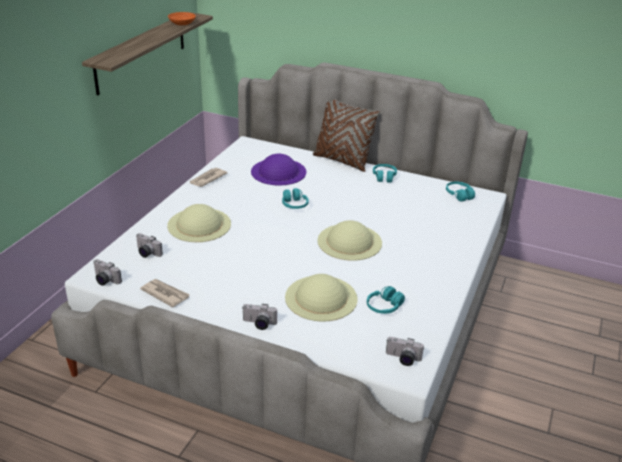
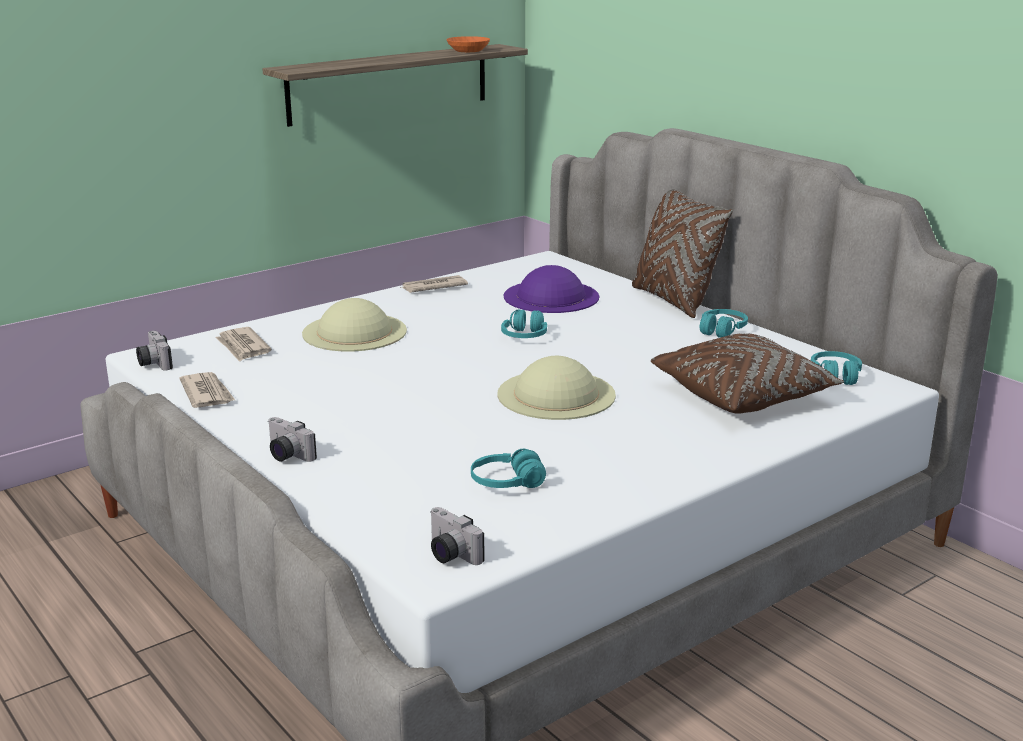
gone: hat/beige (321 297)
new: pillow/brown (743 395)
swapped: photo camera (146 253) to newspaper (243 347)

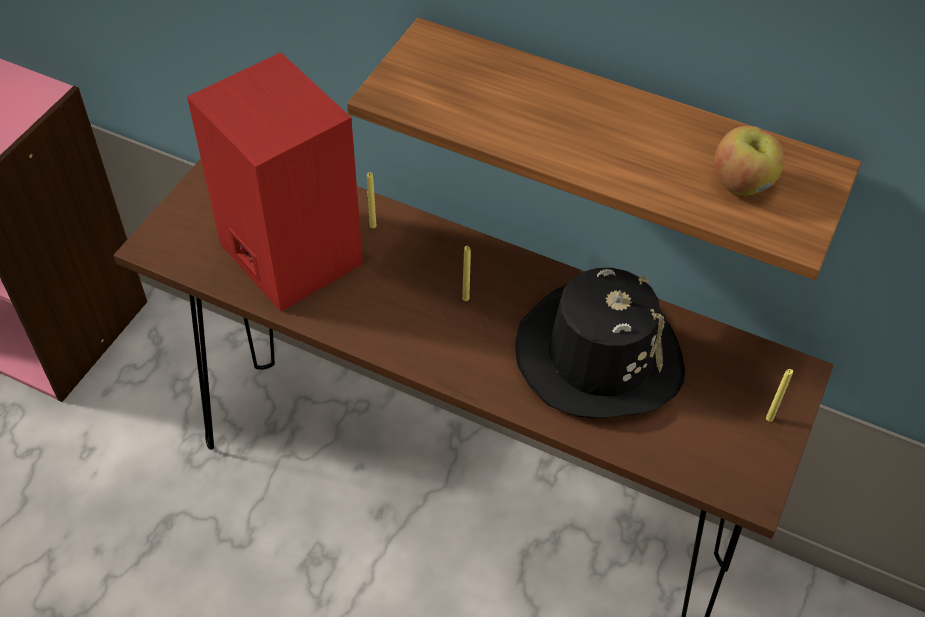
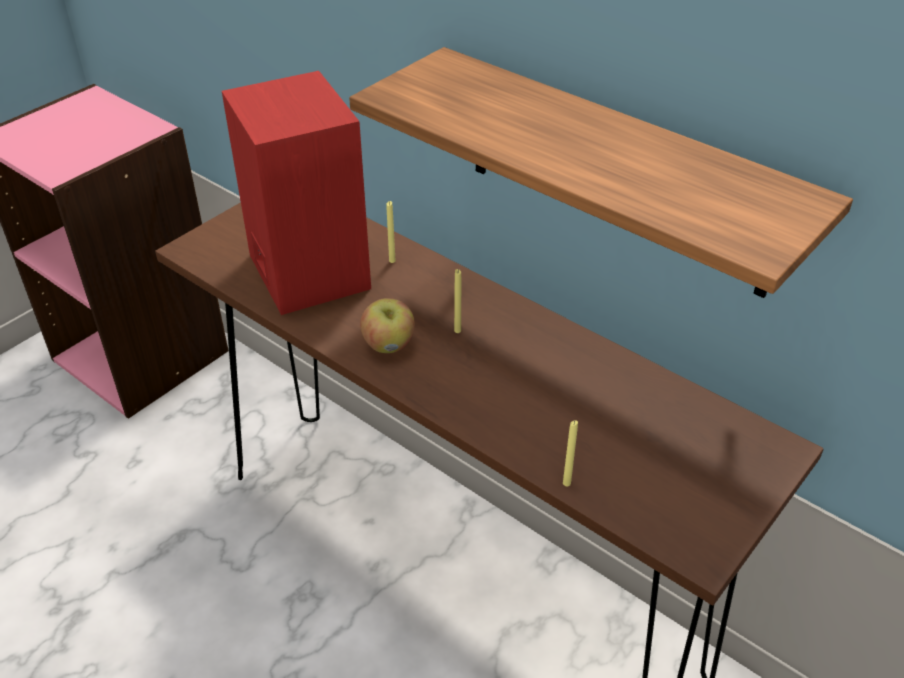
gone: hat/black (598 355)
shifted: apple (741 184) to (389 345); candle/yellow (769 418) to (566 483)

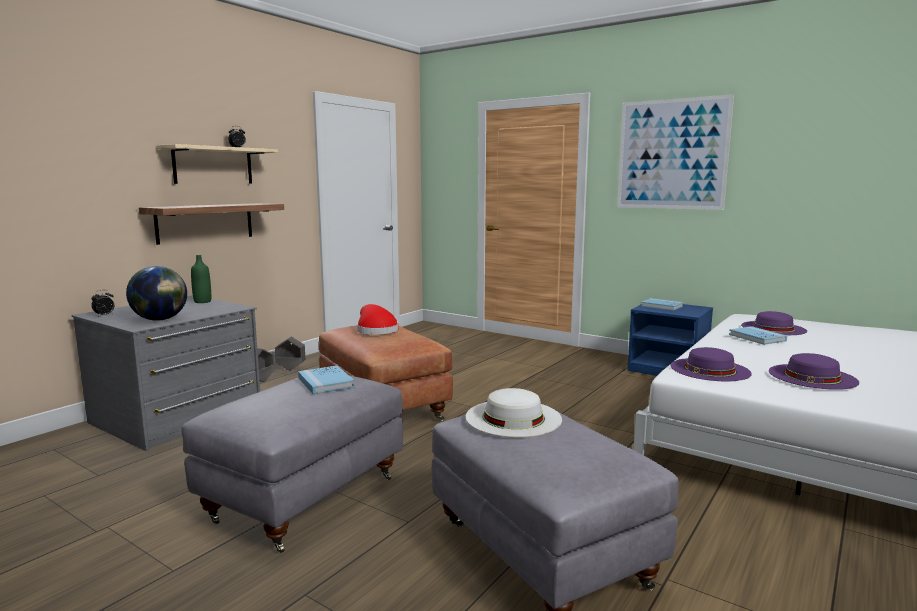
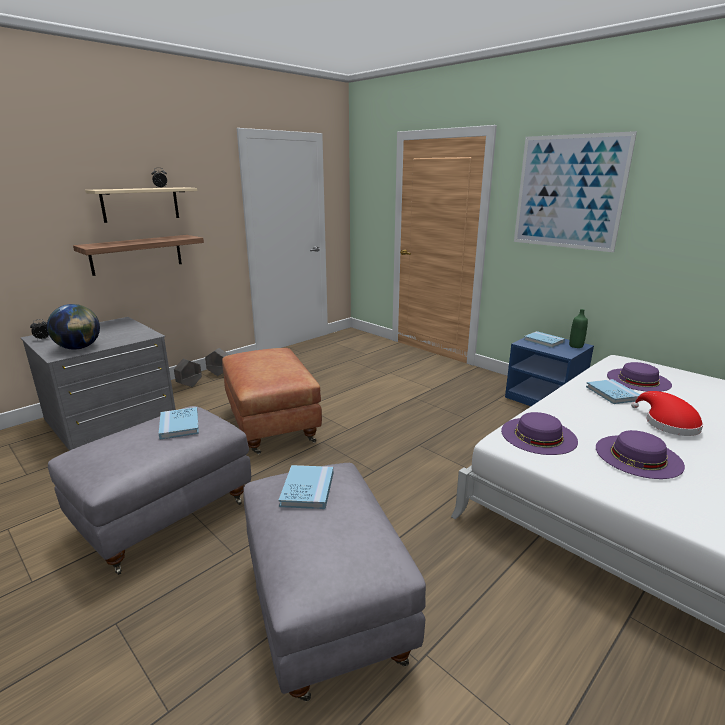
shifted: bottle/green (202 301) to (576 346); hat/red (375 330) to (667 423)
swapped: hat/white (513 417) to book/blue (307 489)

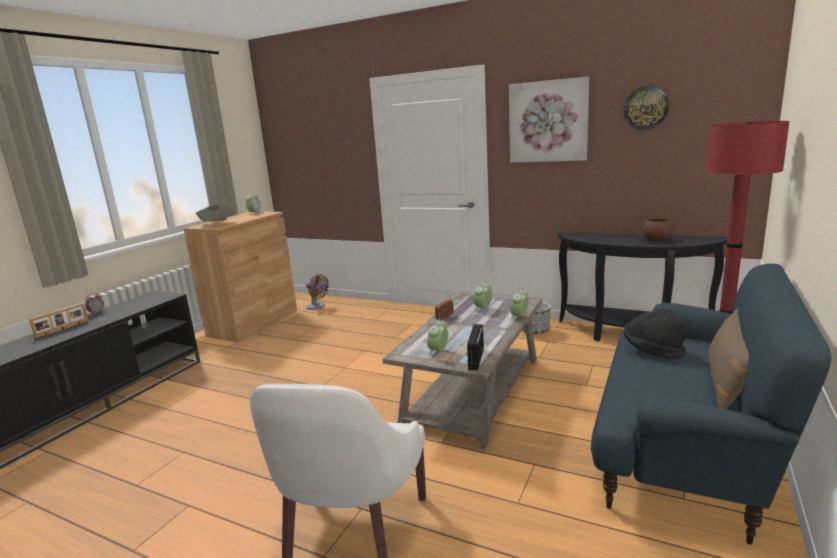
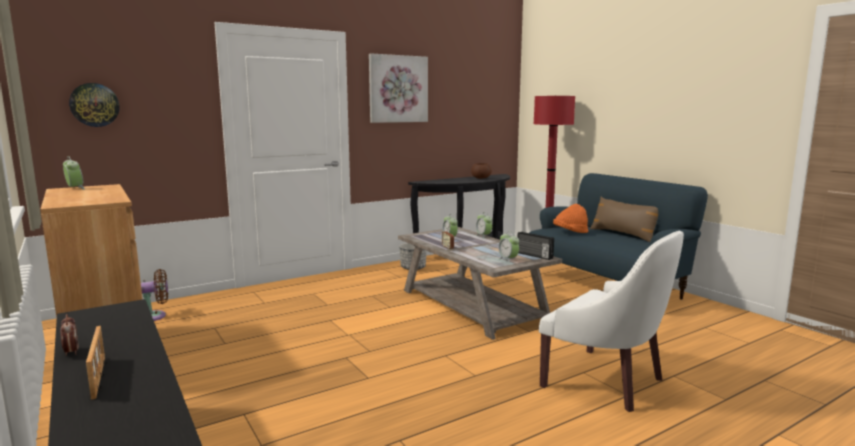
gone: newspaper (217 224)
shifted: wall clock (646 108) to (94 105)
repainted: hat/black (652 350) to hat/orange (570 232)

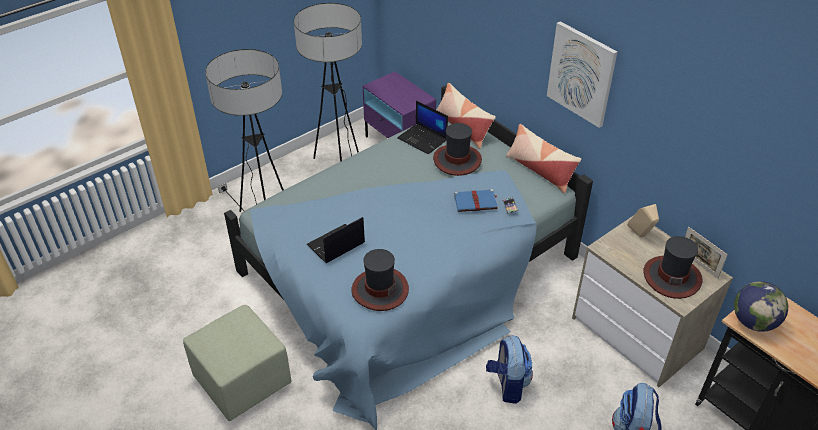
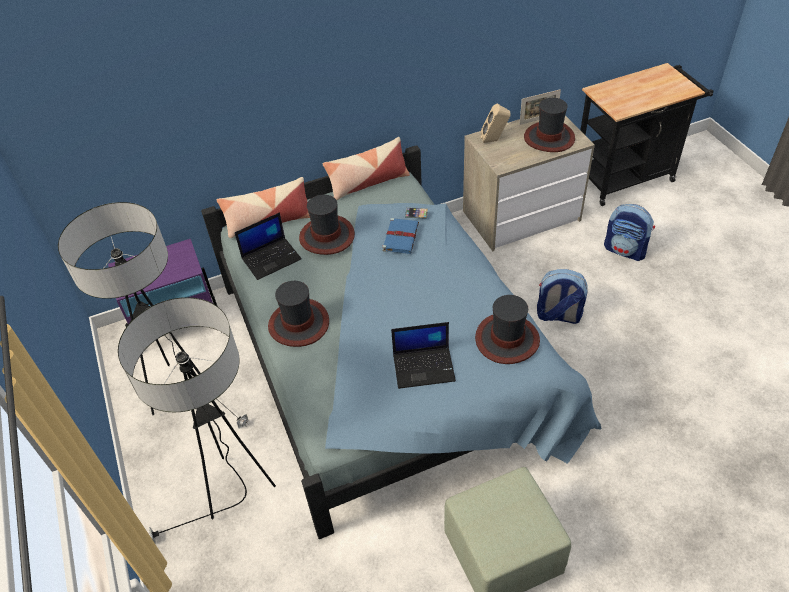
gone: picture (581 74); globe (753 322)
new: hat (299 324)
rotated: laptop (335 245) = (424 367) 75 degrees counterclockwise

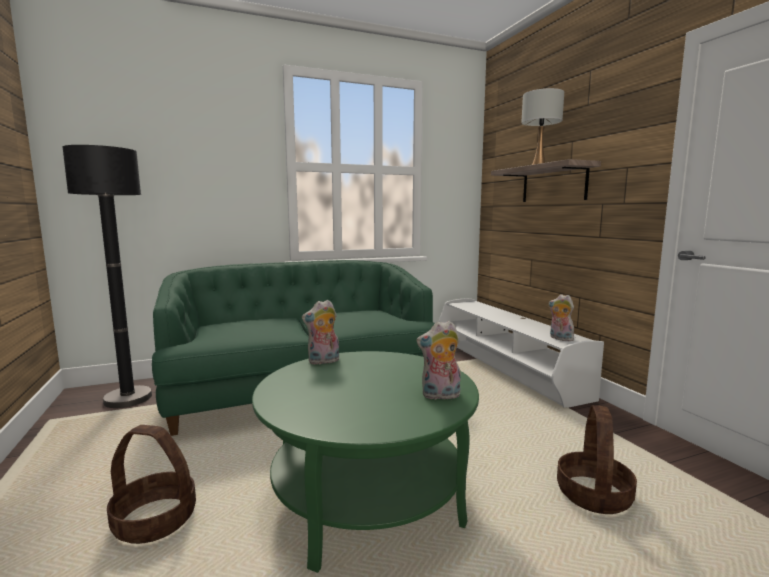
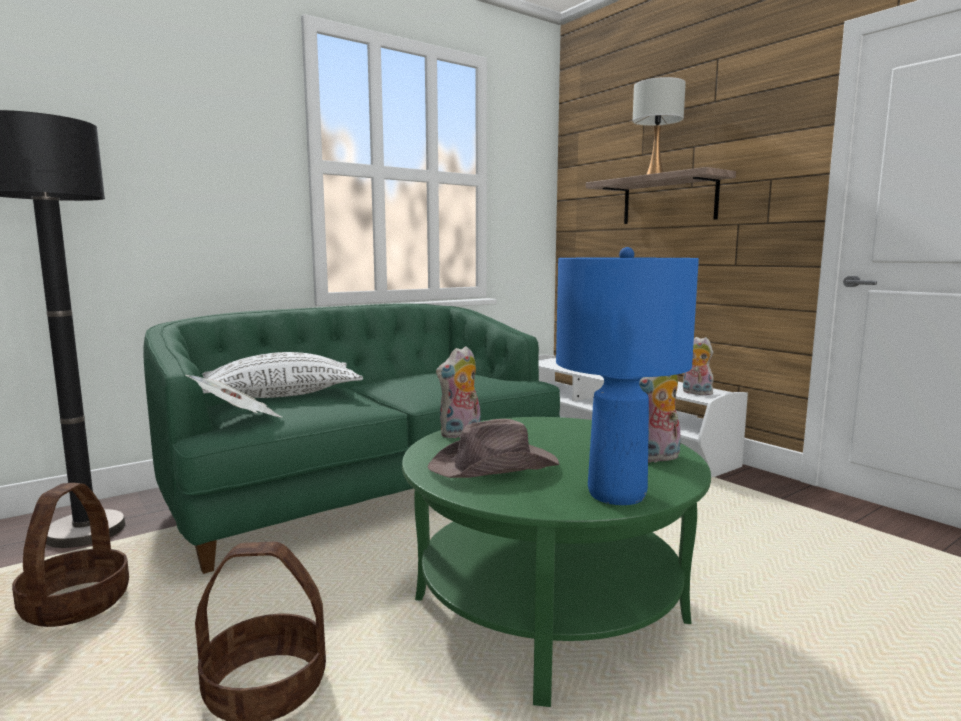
new: newspaper (238 419); pillow/white (282 395); hat/brown (495 466); table lamp/blue (615 494)
shifted: basket (593 495) to (76 604)

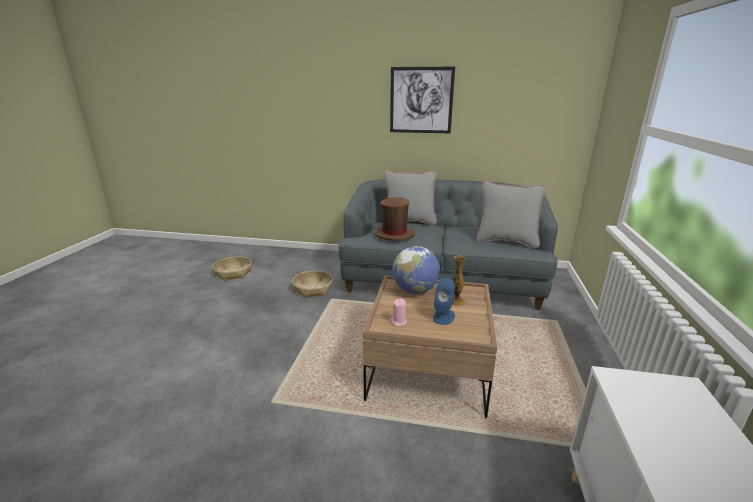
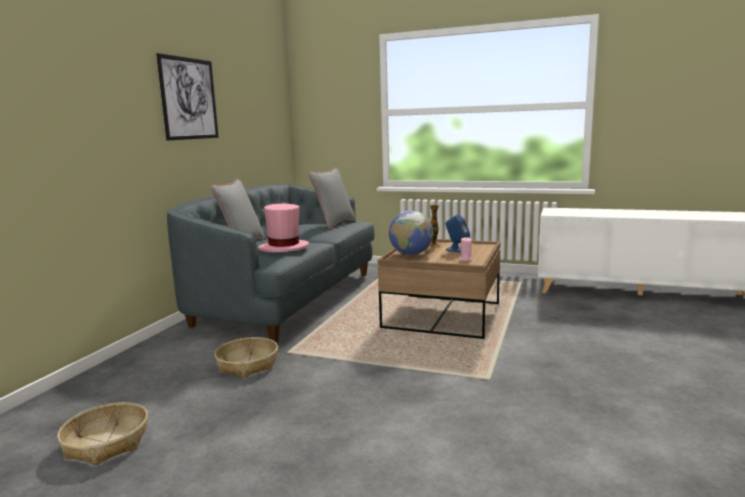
repainted: hat/brown (394 234) to hat/pink (284 248)

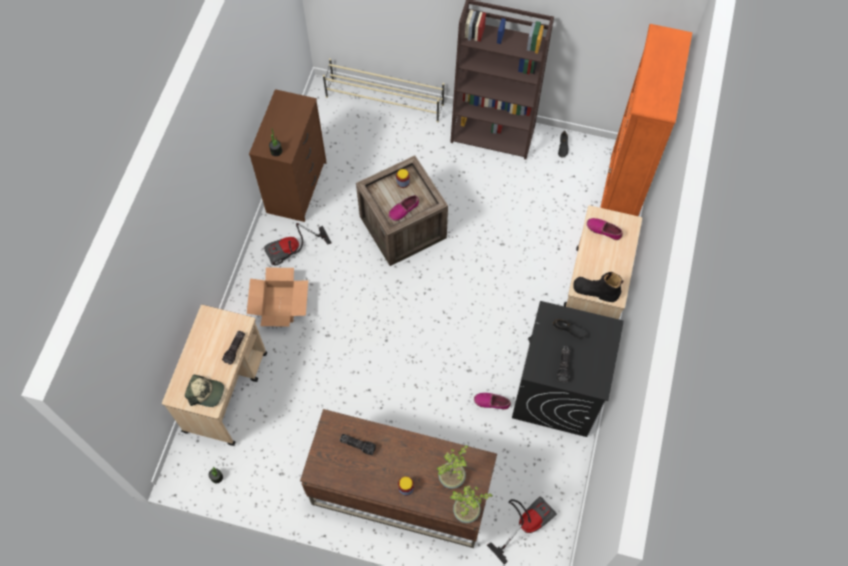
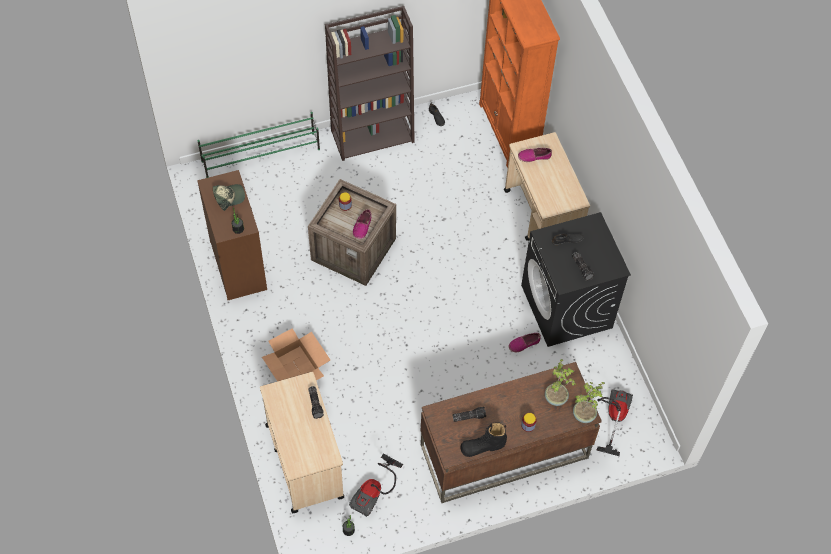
shifted: cap (206 393) to (229 197); vacuum cleaner (293 251) to (374 492); boot/black (595 291) to (483 446)
repainted: shoe rack/beige (385 101) to shoe rack/green (261 155)

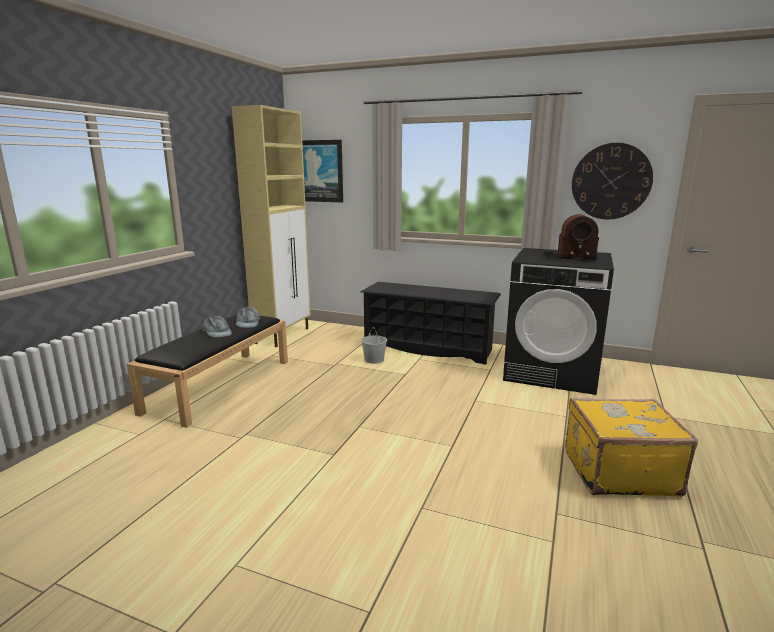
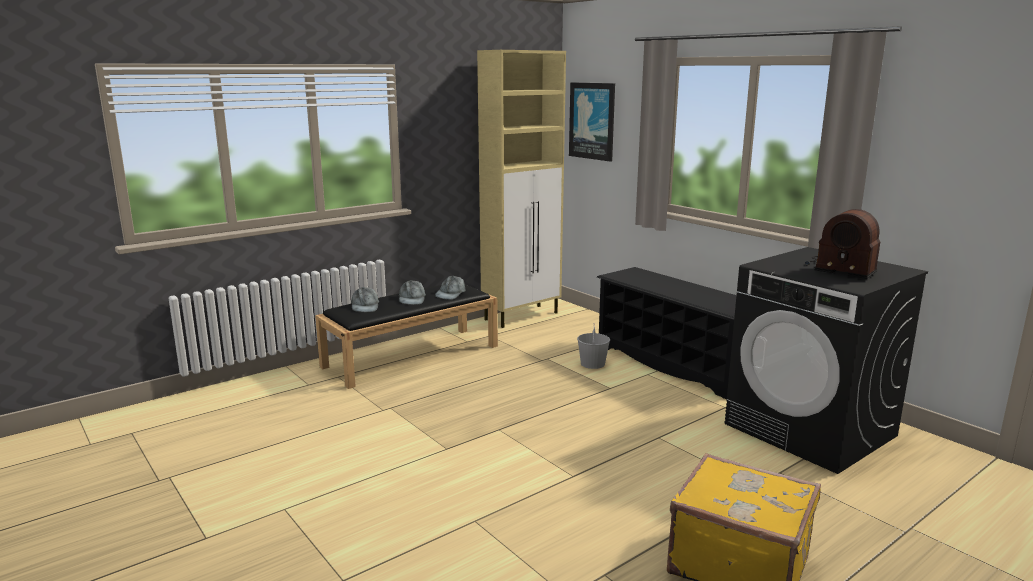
gone: wall clock (611 181)
new: cap/grey (365 306)

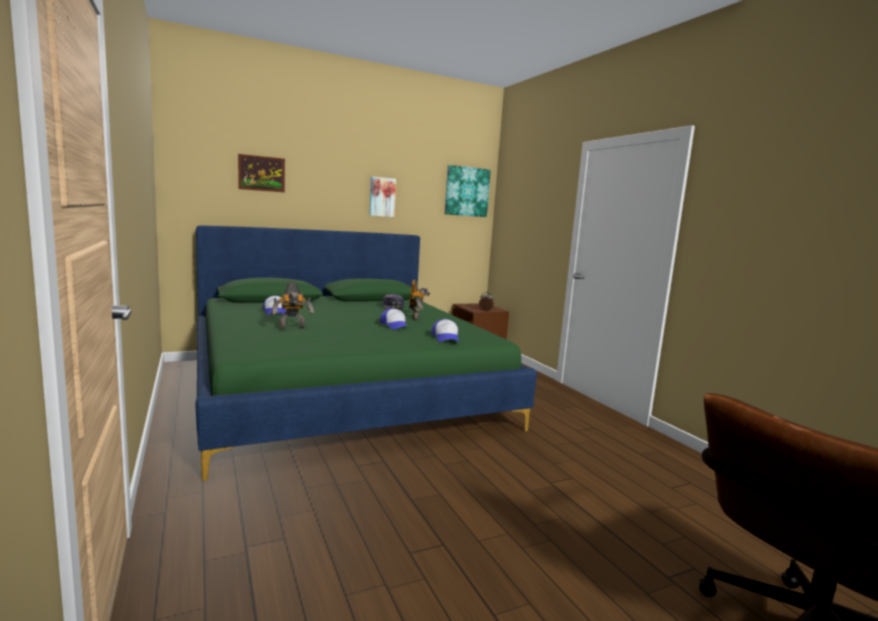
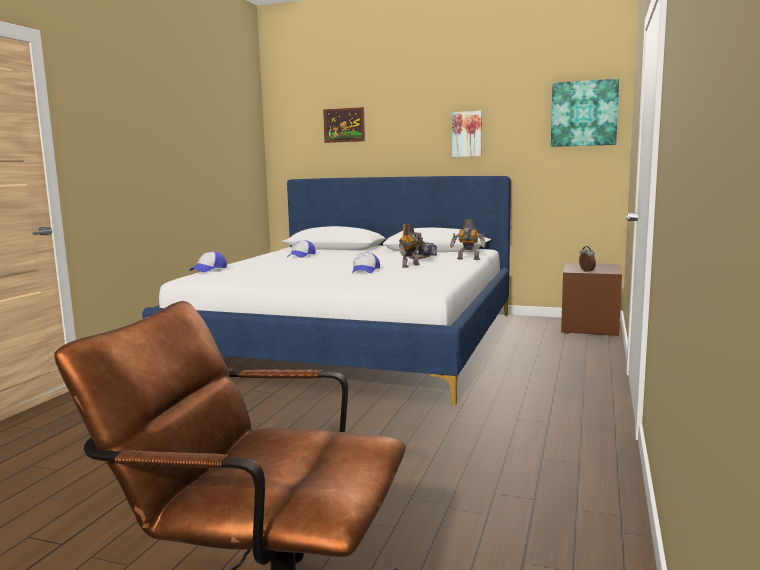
shifted: cap (446 338) to (209 269); toy robot (292 327) to (468 259)
repainted: bed/green (342 391) to bed/white (355 340)

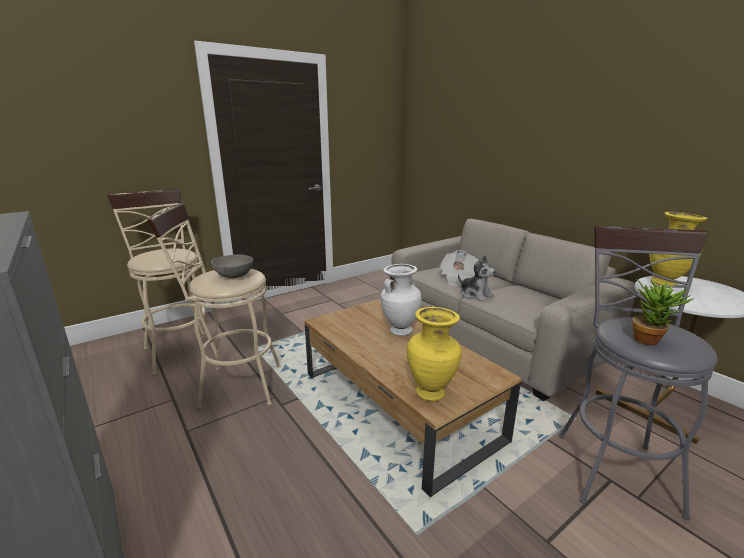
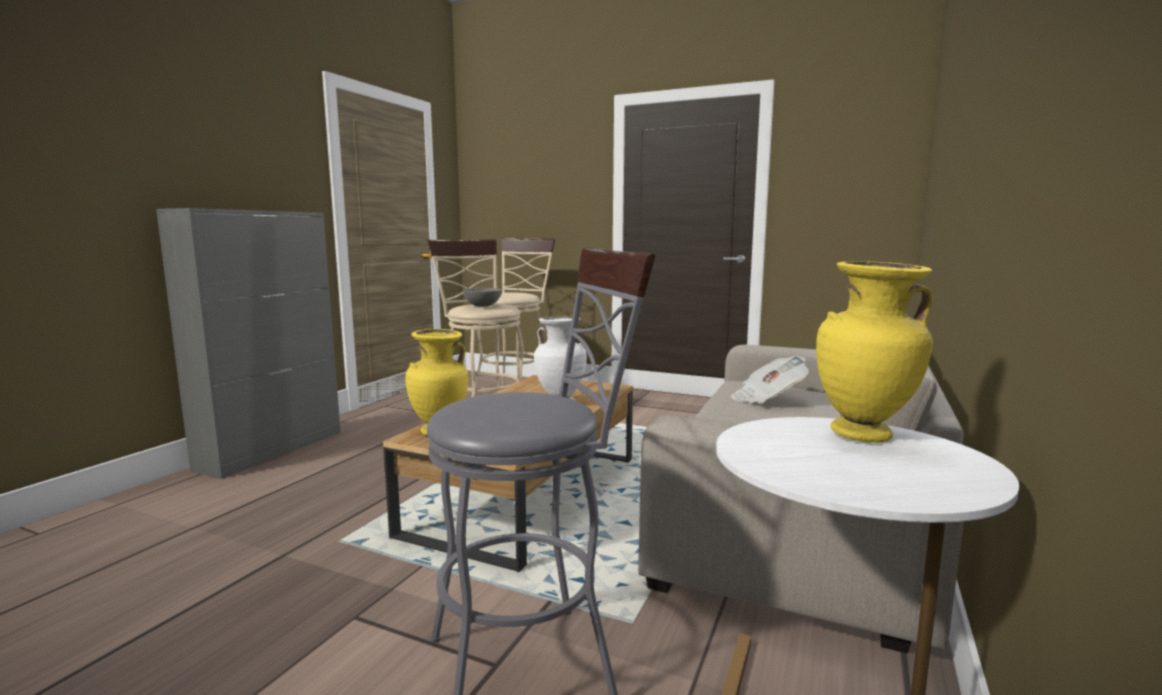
gone: plush toy (475 295); potted plant (650 340)

